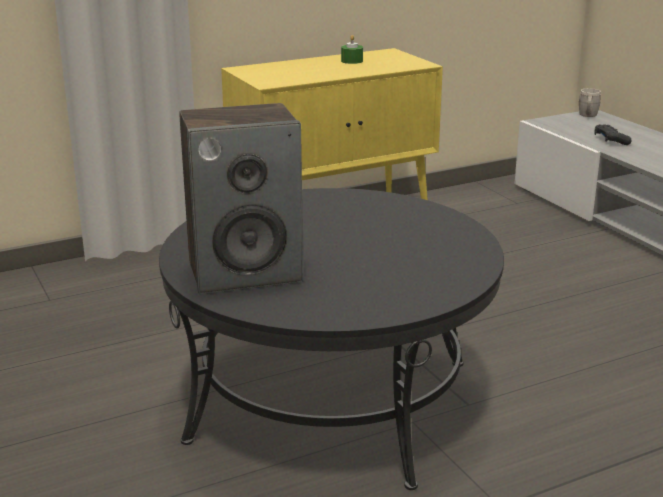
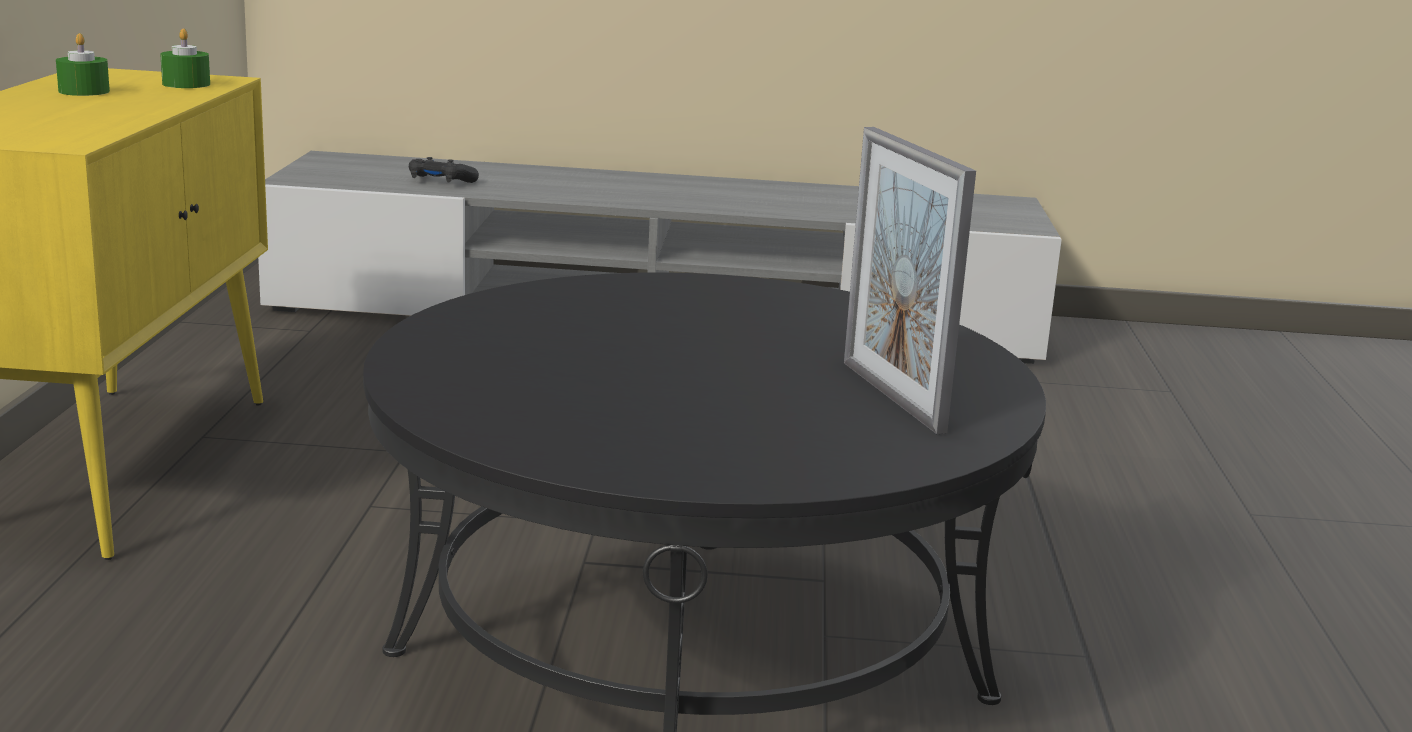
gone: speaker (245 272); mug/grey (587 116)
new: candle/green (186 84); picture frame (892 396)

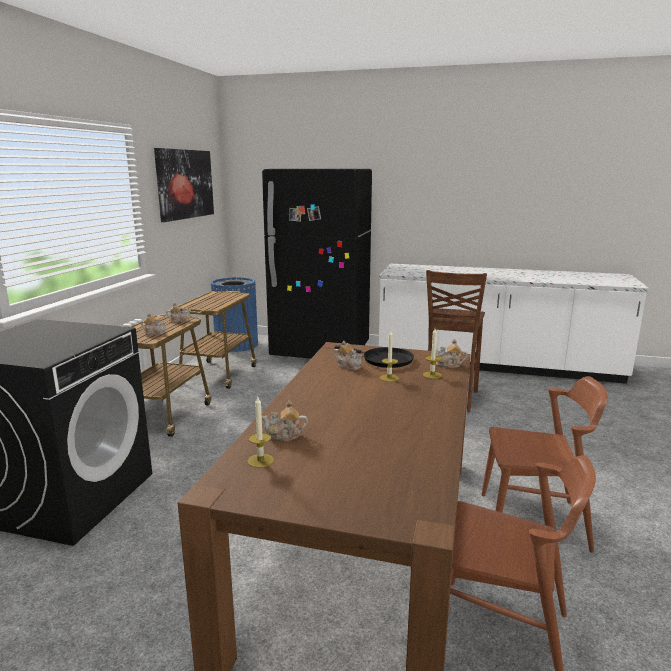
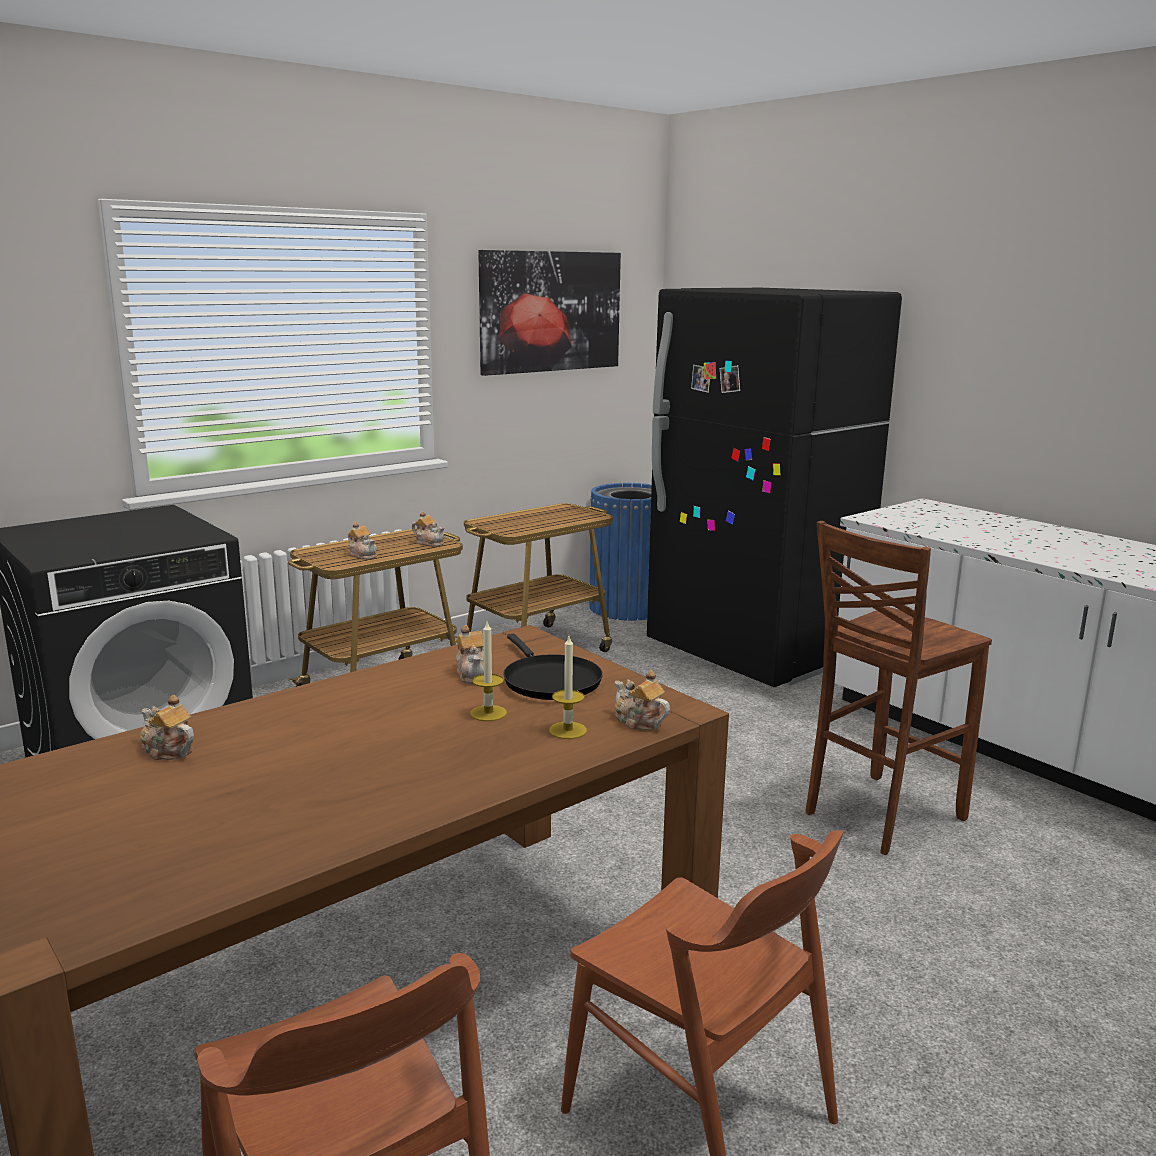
gone: candle (260 460)

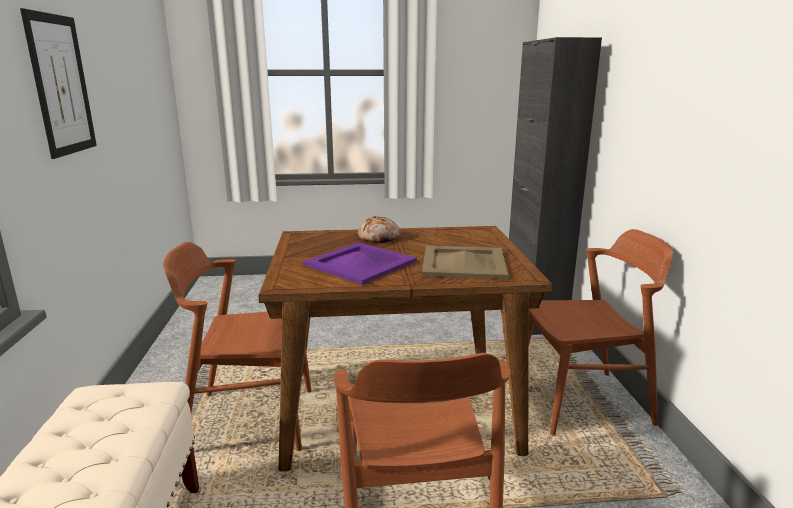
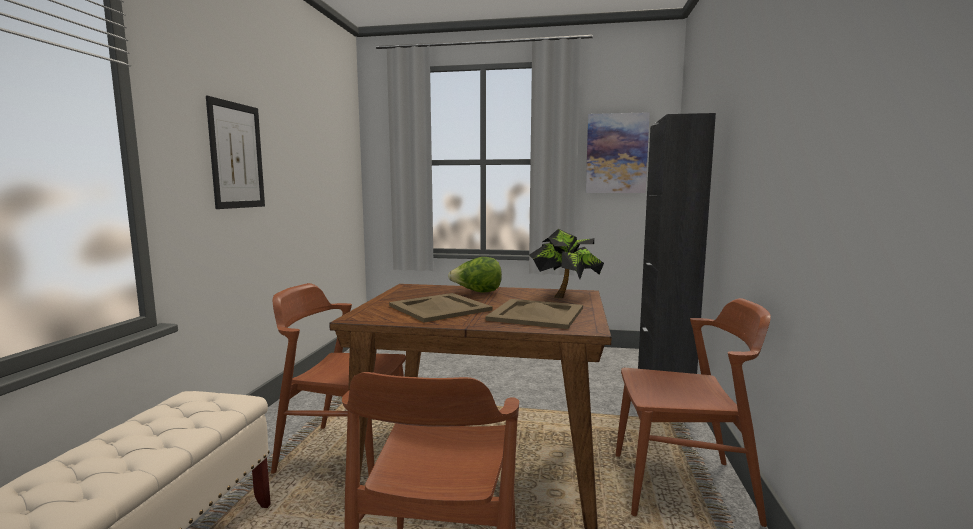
new: potted plant (565 295); picture (616 153)
swapped: bread (380 238) to lettuce (477 292)
repainted: tray/purple (359 263) to tray/beige (438 308)

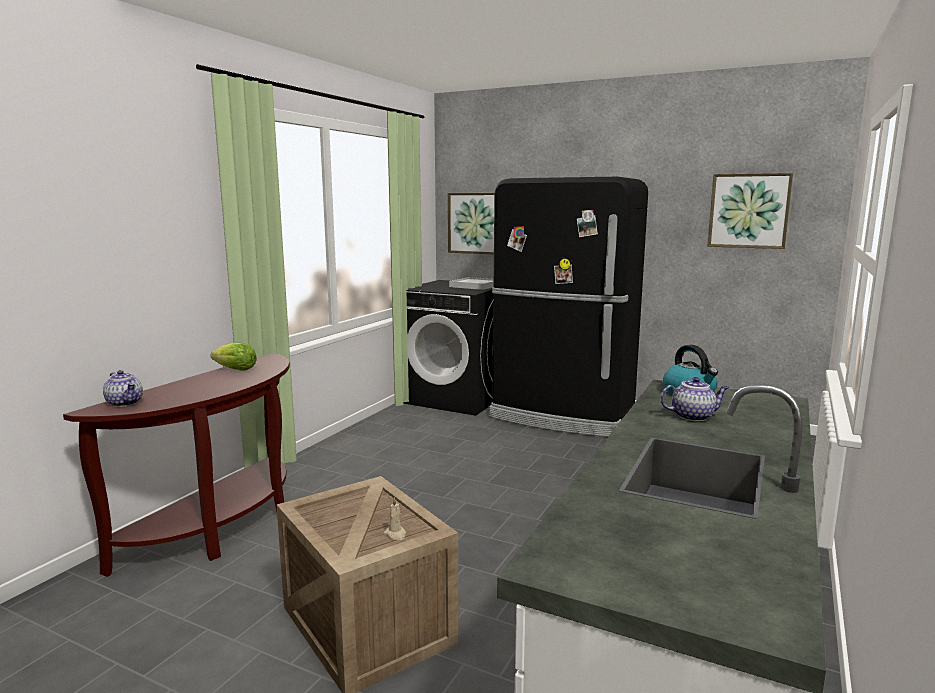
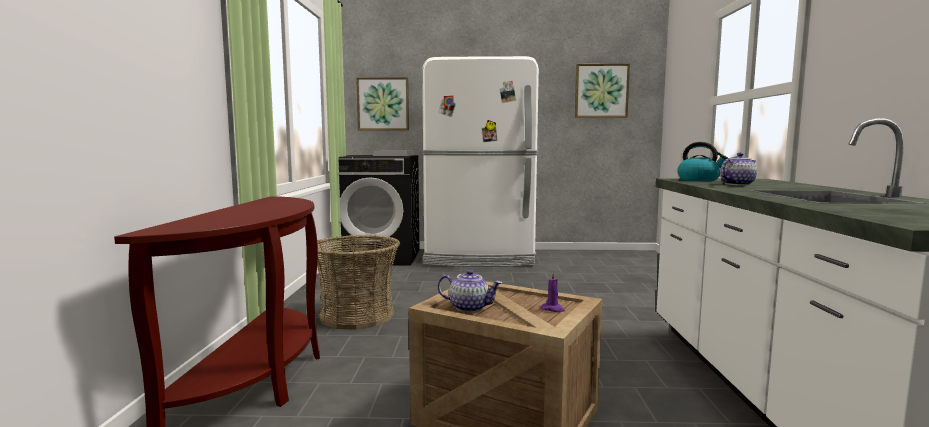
gone: lettuce (236 370)
new: basket (357 316)
shifted: teapot (125 403) to (470 307)
repainted: fridge/black (562 415) to fridge/white (479 258); candle/beige (395 534) to candle/purple (553 309)

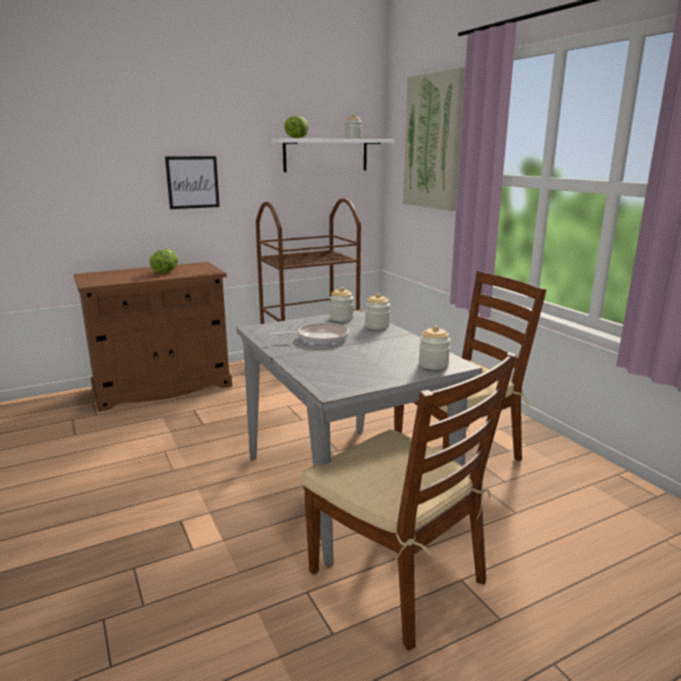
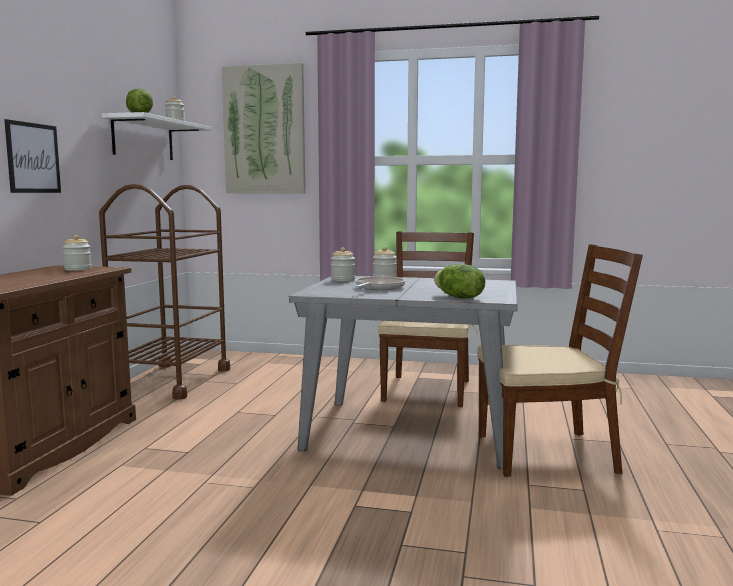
shifted: jar (433 364) to (78 269); lettuce (165 272) to (458 297)

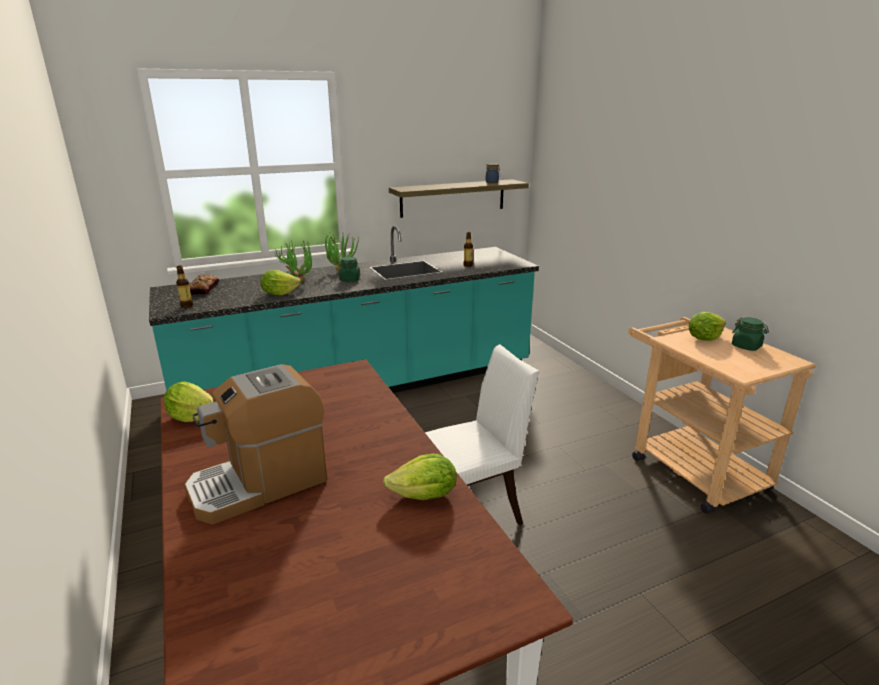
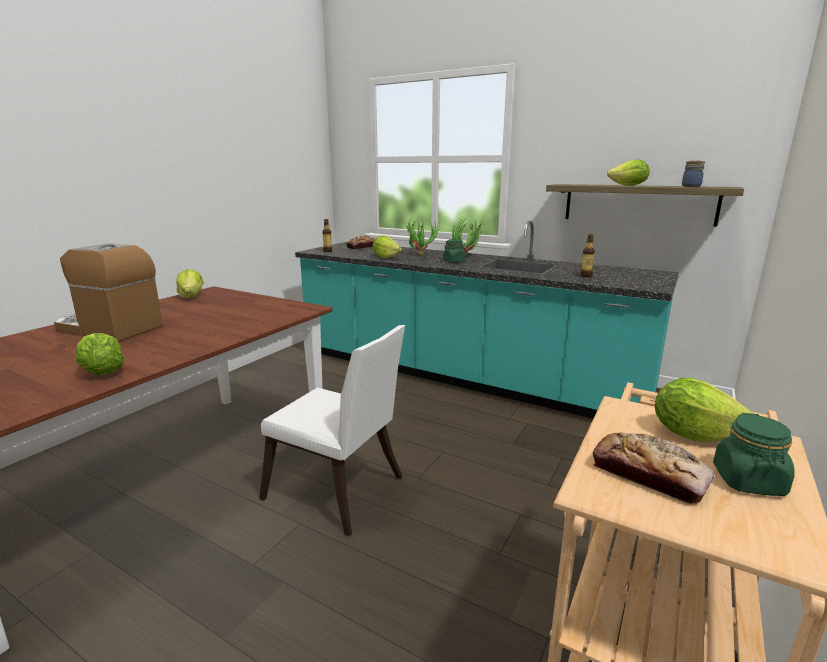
new: bread (649 475); lettuce (629 185)

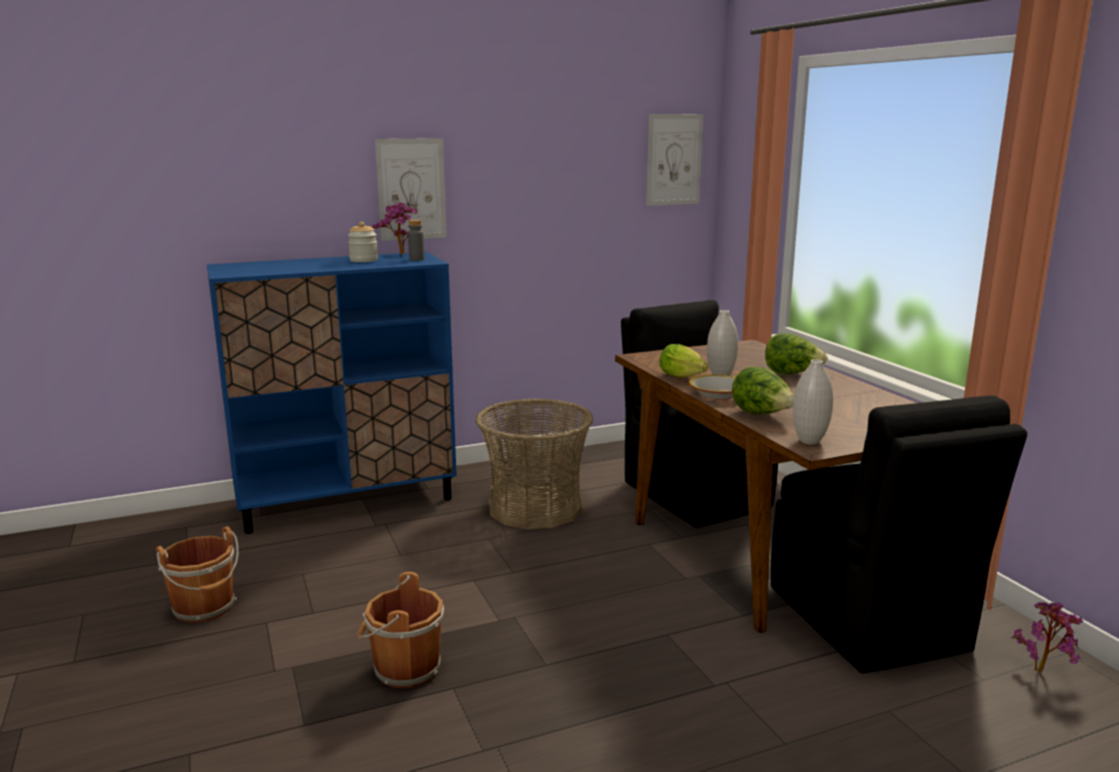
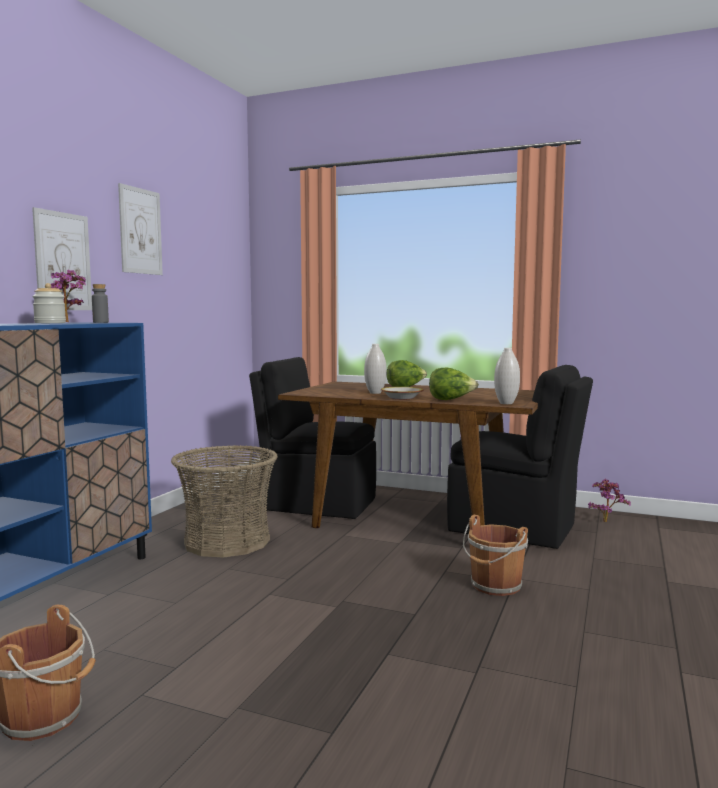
gone: lettuce (684 377)
shifted: picture (674 159) to (140 231); bucket/brown (404 669) to (495 586)

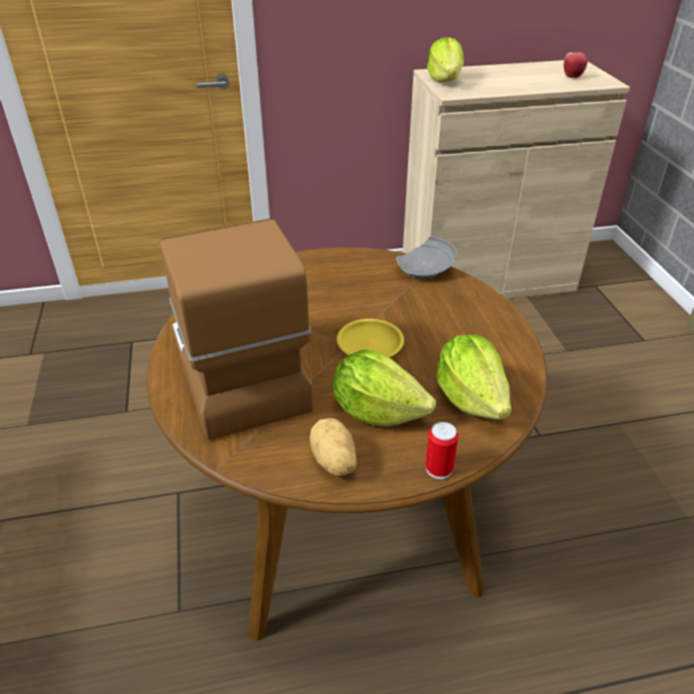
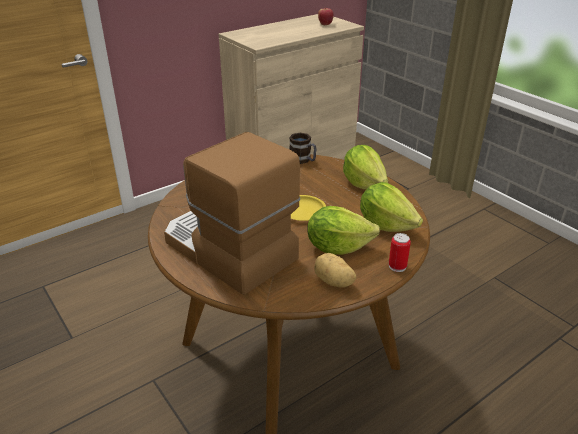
shifted: lettuce (445 80) to (364 183)
swapped: plate/grey (426 270) to mug (303 160)

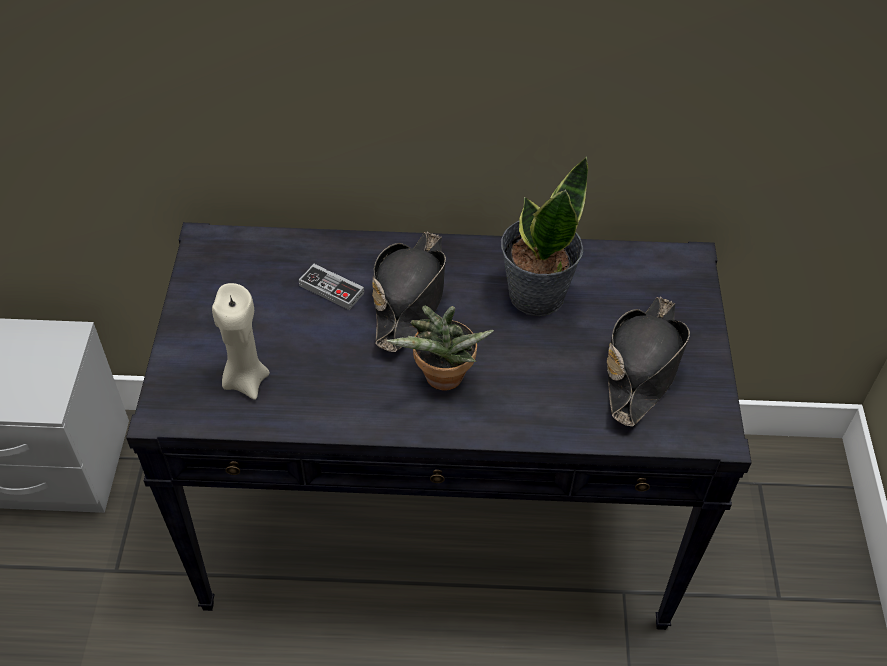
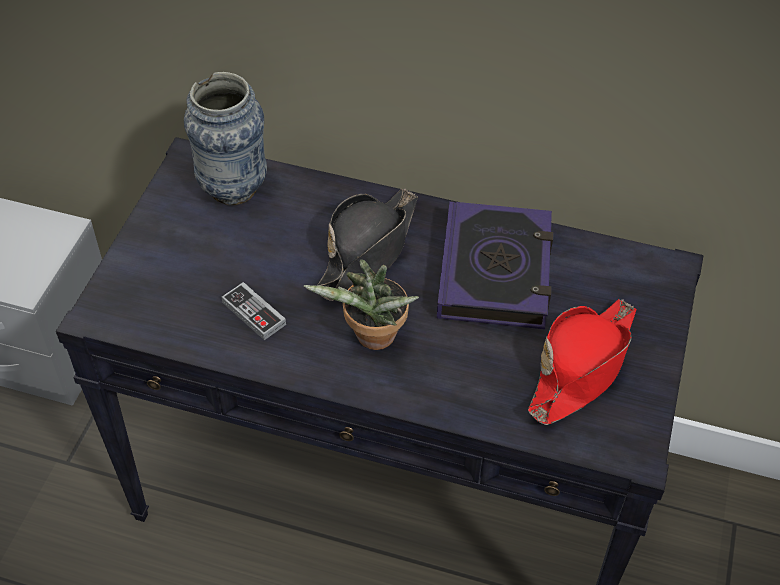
gone: candle/beige (245 380)
new: vase (233 188)
shifted: game controller (331 289) to (254 313)
swapped: potted plant (535 294) to book (495 272)
repainted: hat/black (642 366) to hat/red (582 367)

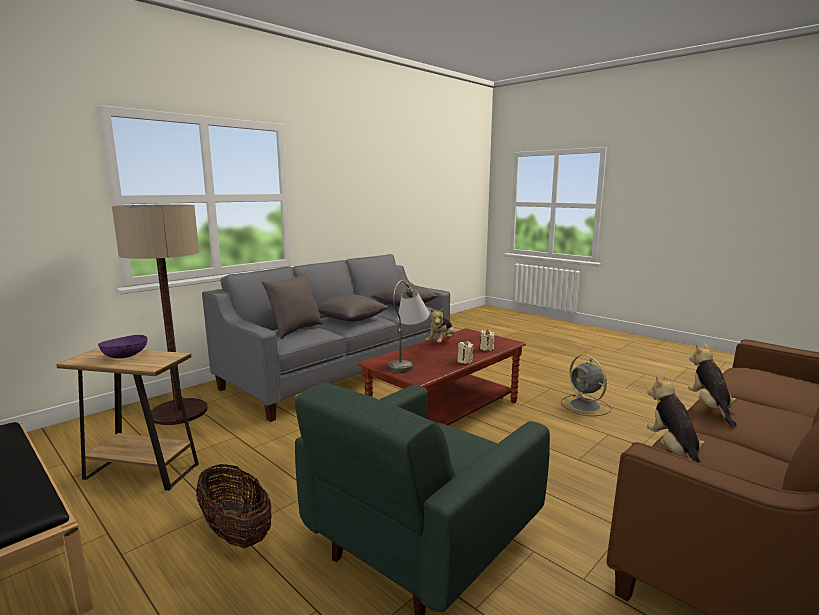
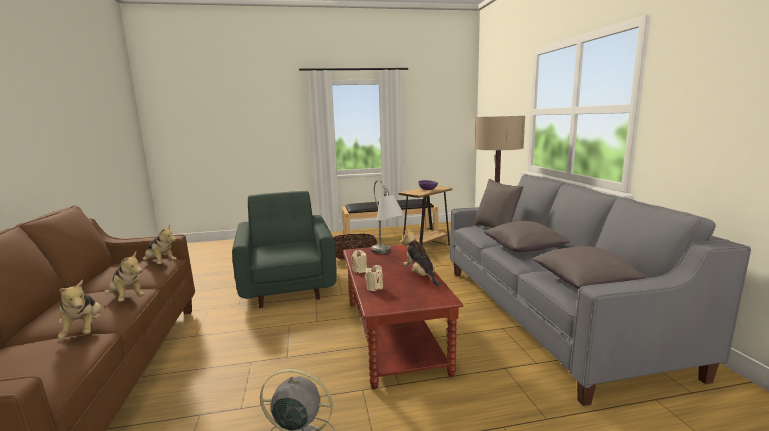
new: plush toy (84 331)

